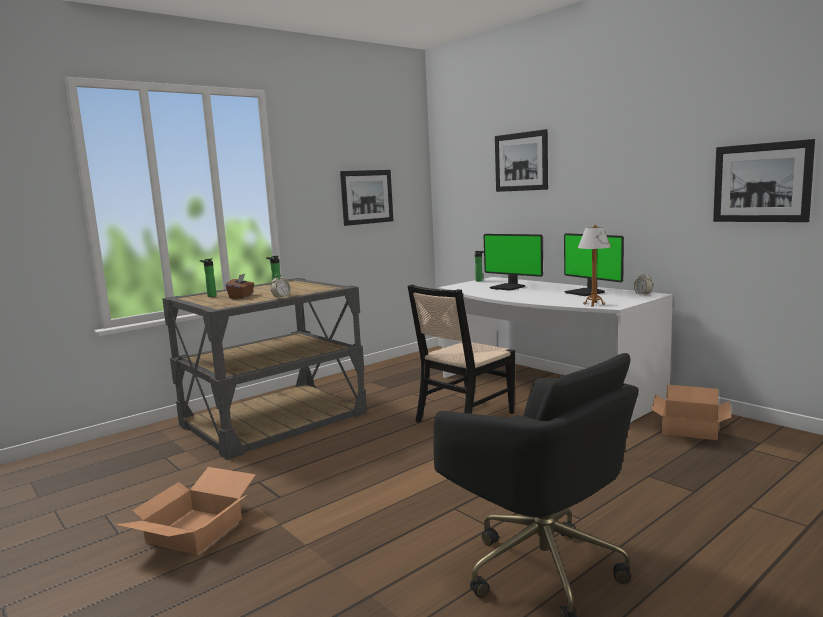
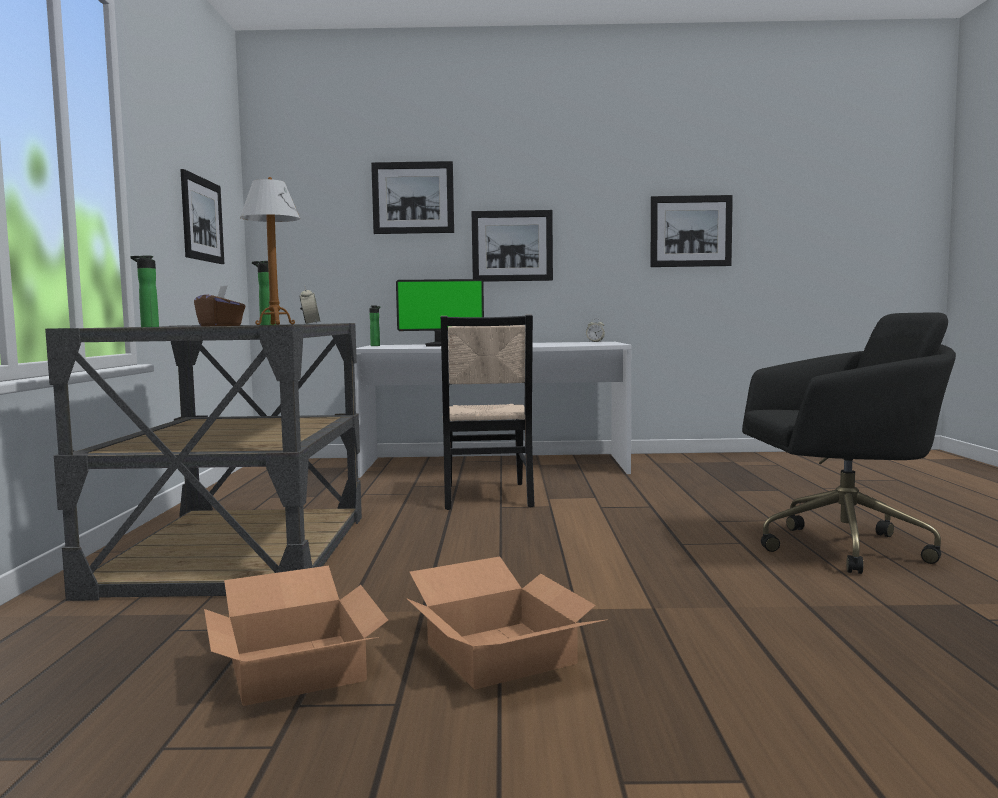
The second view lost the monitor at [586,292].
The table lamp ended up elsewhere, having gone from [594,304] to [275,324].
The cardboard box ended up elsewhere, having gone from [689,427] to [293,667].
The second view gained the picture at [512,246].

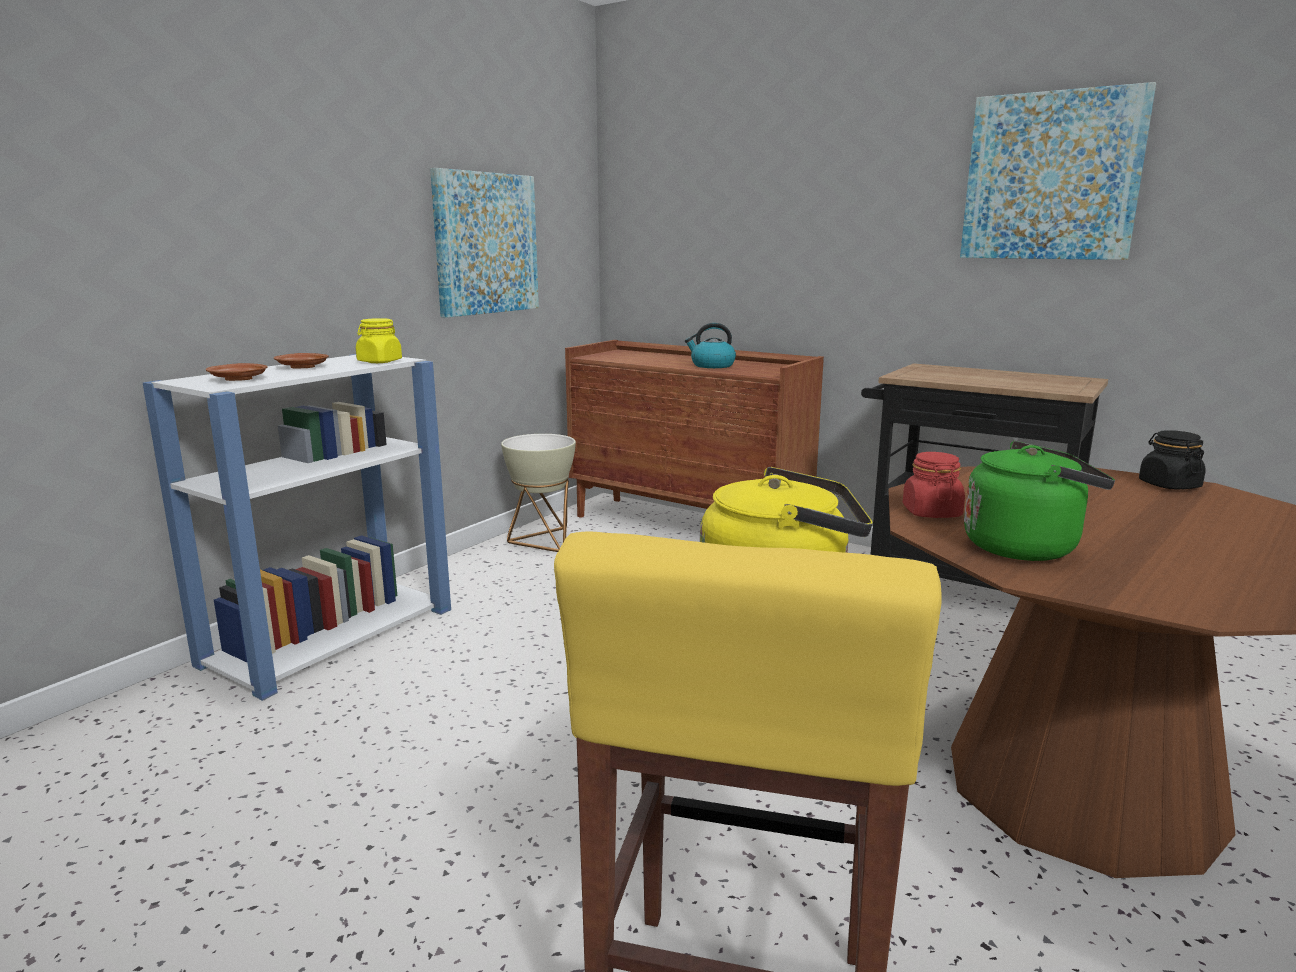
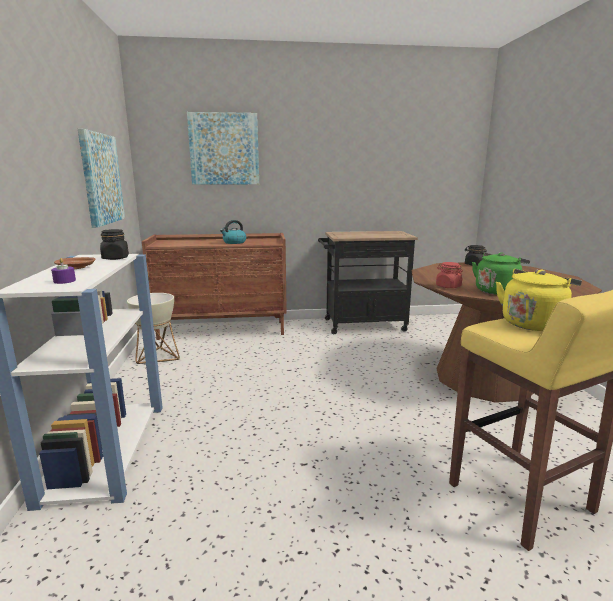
Where the brown plate stood at [238,379], the purple candle came to stand at [64,281].
What was the yellow jar at [379,361] turned into the black jar at [115,258].
The picture ended up elsewhere, having gone from [1051,177] to [224,149].

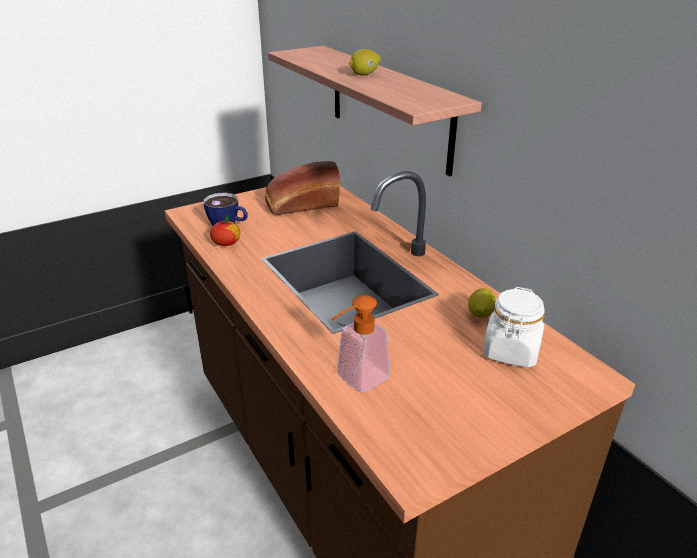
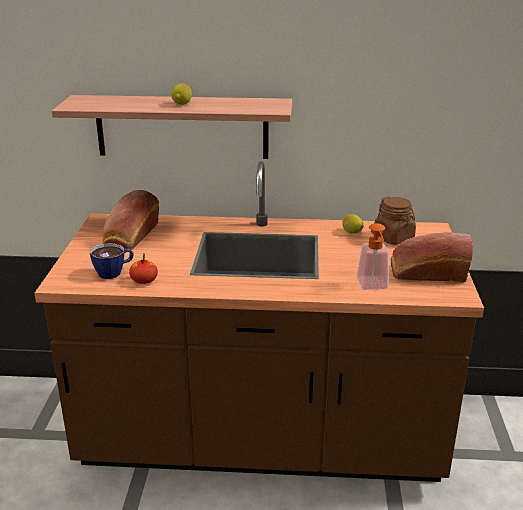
What was the white jar at [511,351] turned into the brown jar at [393,238].
The second view gained the bread at [426,273].

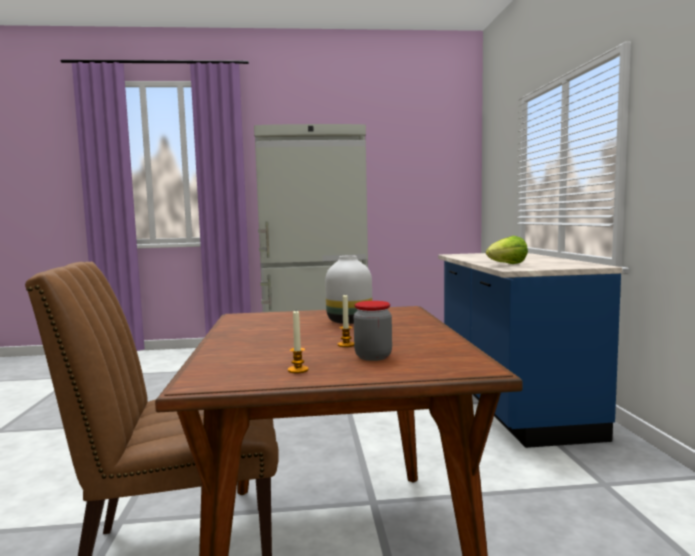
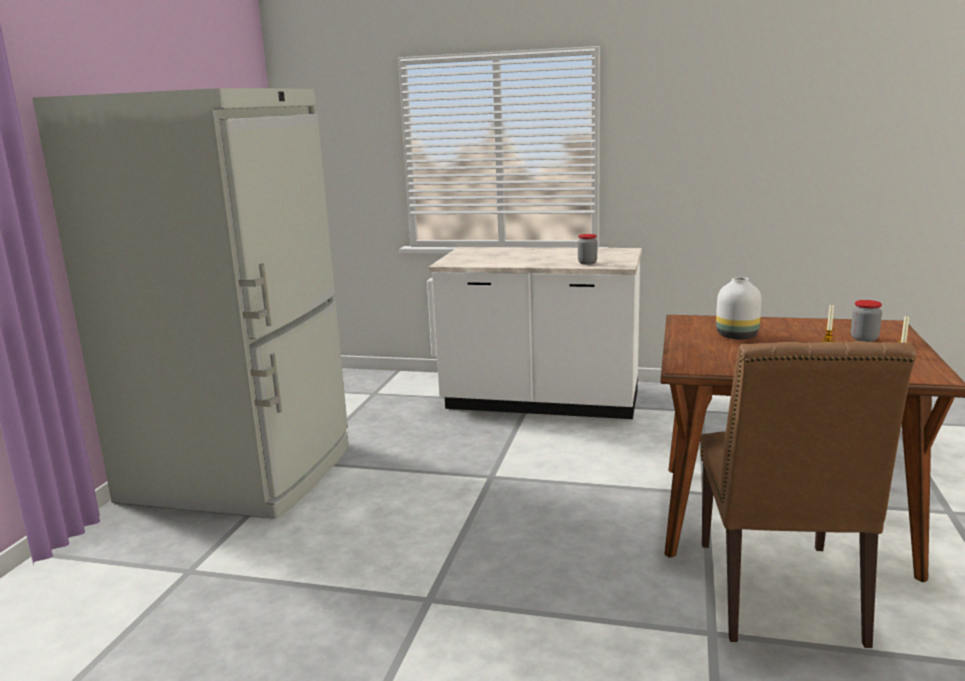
What was the blue counter at [511,405] turned into the white counter at [541,403].
Where the lettuce stood at [506,264], the jar came to stand at [587,263].

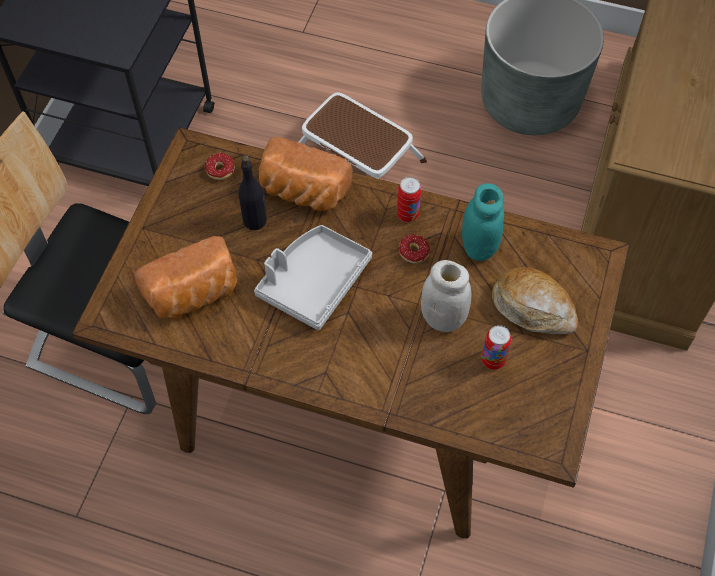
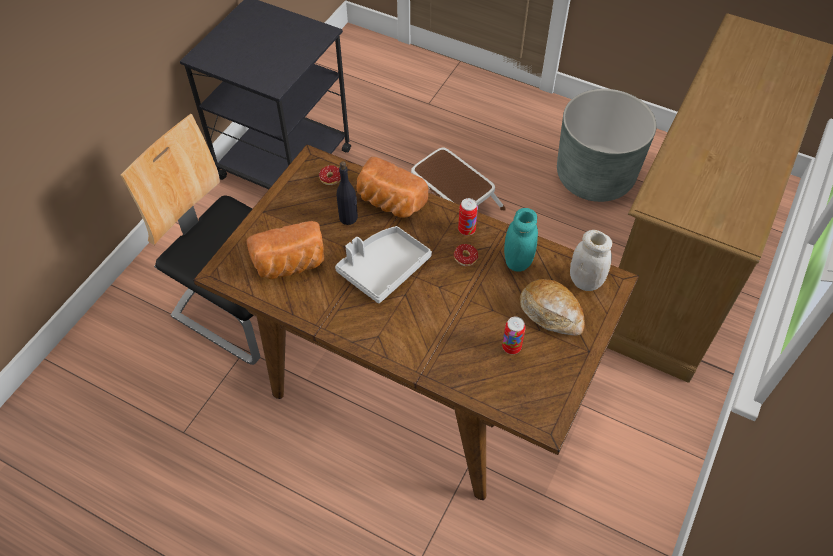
The white jar ended up elsewhere, having gone from [443,318] to [585,281].

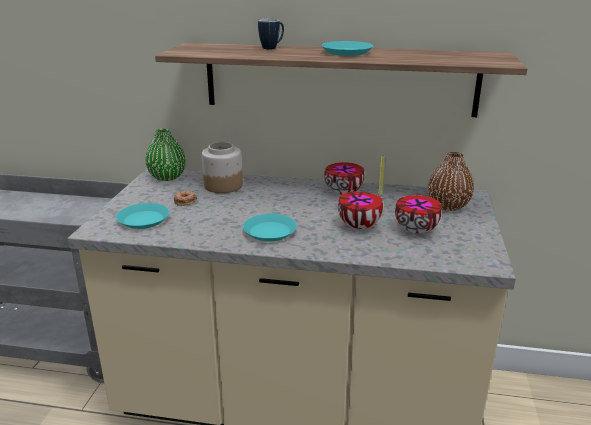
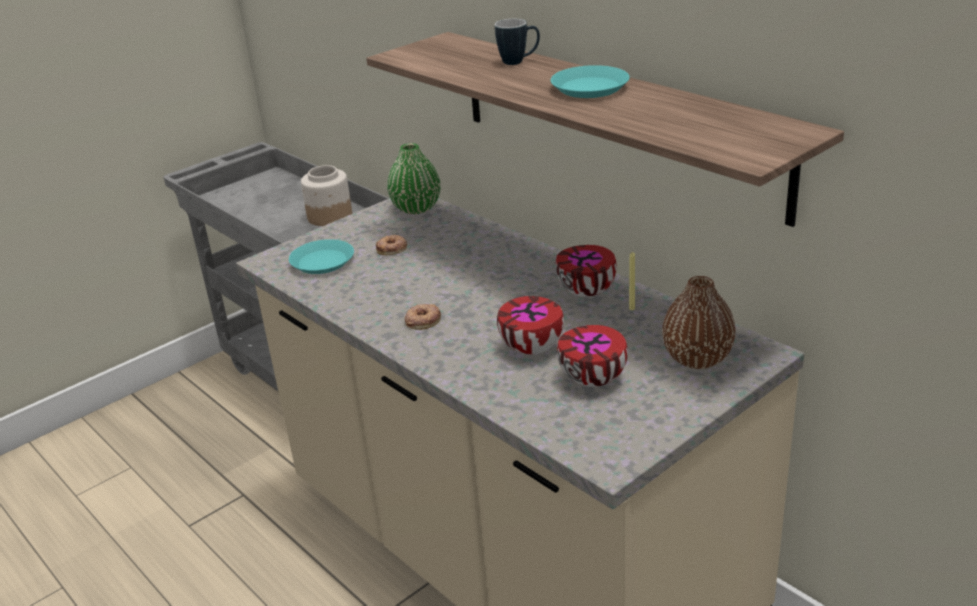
The jar ended up elsewhere, having gone from [223,186] to [329,216].
Where the turquoise plate stood at [270,231], the donut came to stand at [422,320].

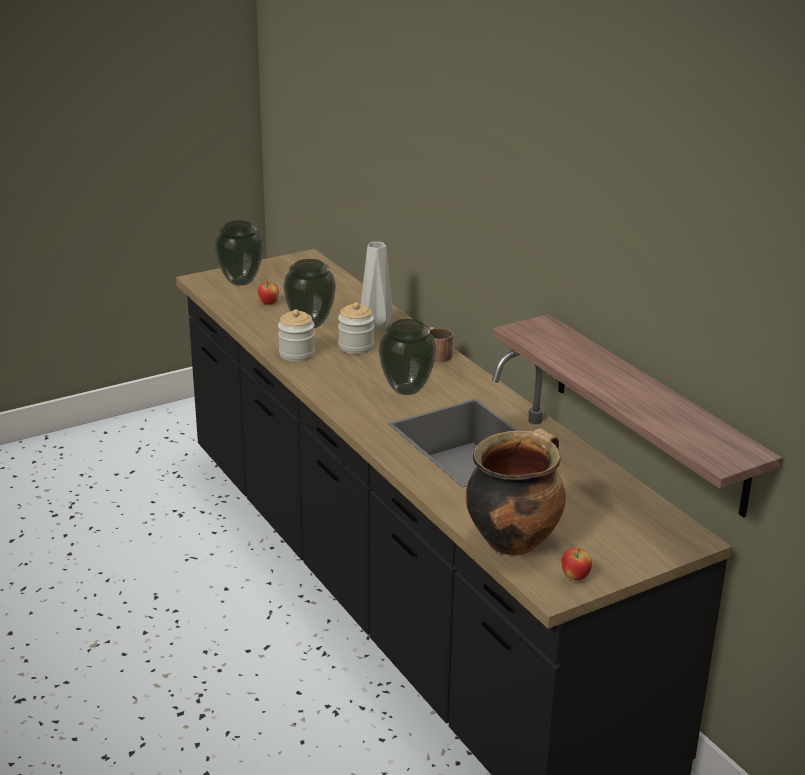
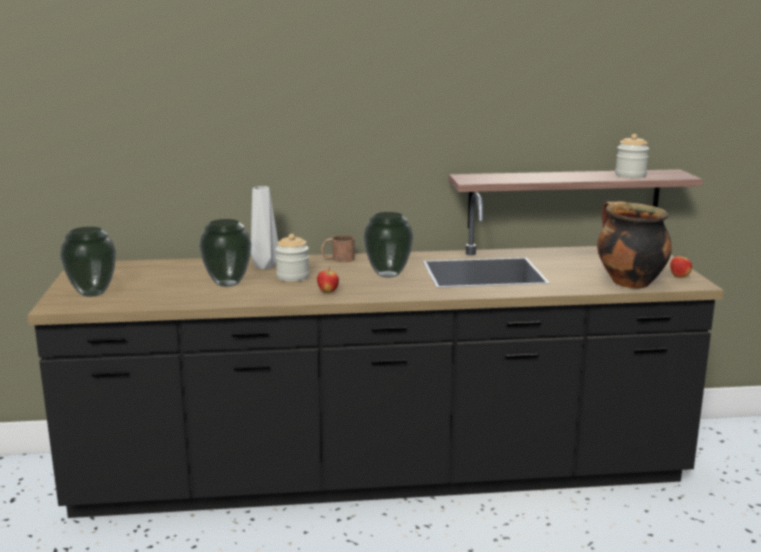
The apple ended up elsewhere, having gone from [268,303] to [328,292].
The jar ended up elsewhere, having gone from [297,354] to [630,175].

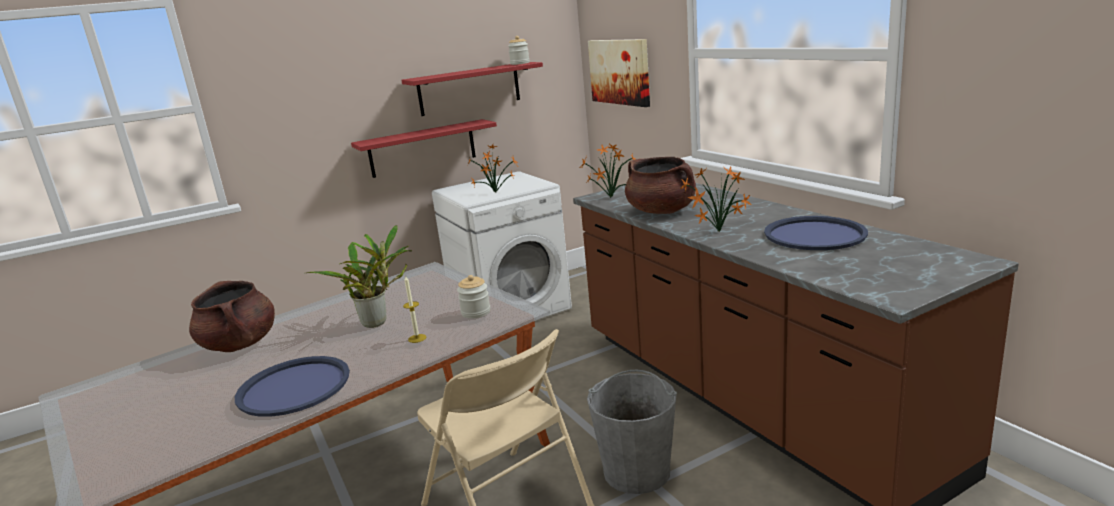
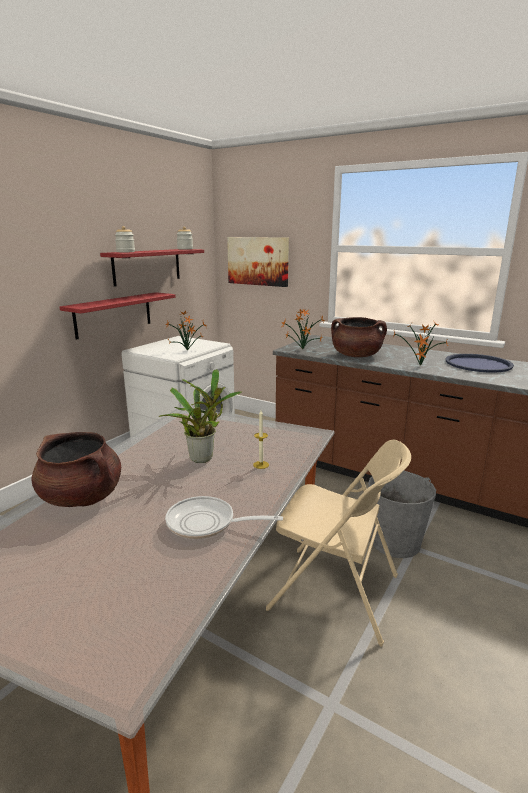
Where the blue tray stood at [294,387], the frying pan came to stand at [206,524].
The jar ended up elsewhere, having gone from [476,312] to [125,252].

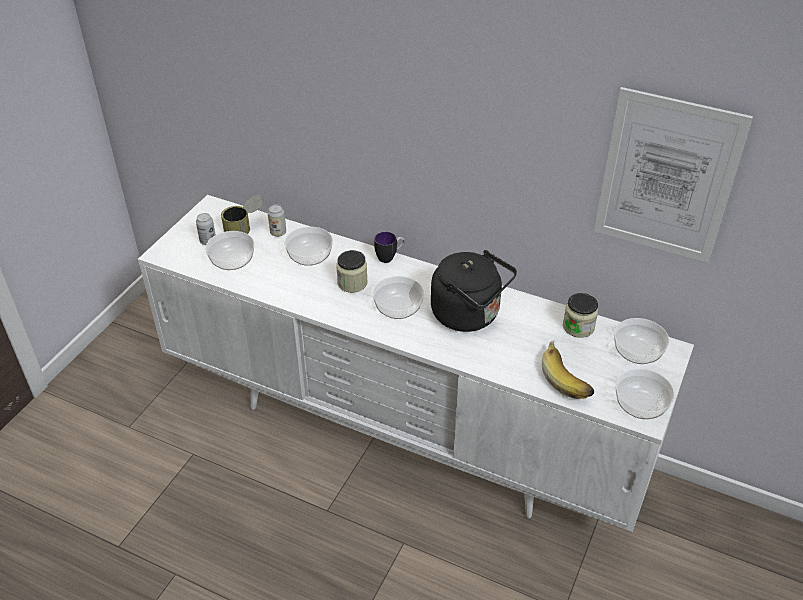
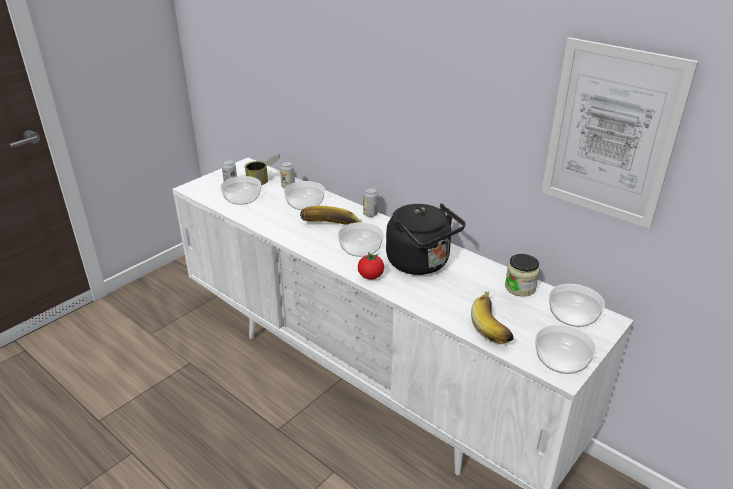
Where the jar stood at [352,283], the banana came to stand at [330,227].
Where the mug stood at [389,257], the can came to stand at [370,214].
The second view gained the tomato at [370,276].

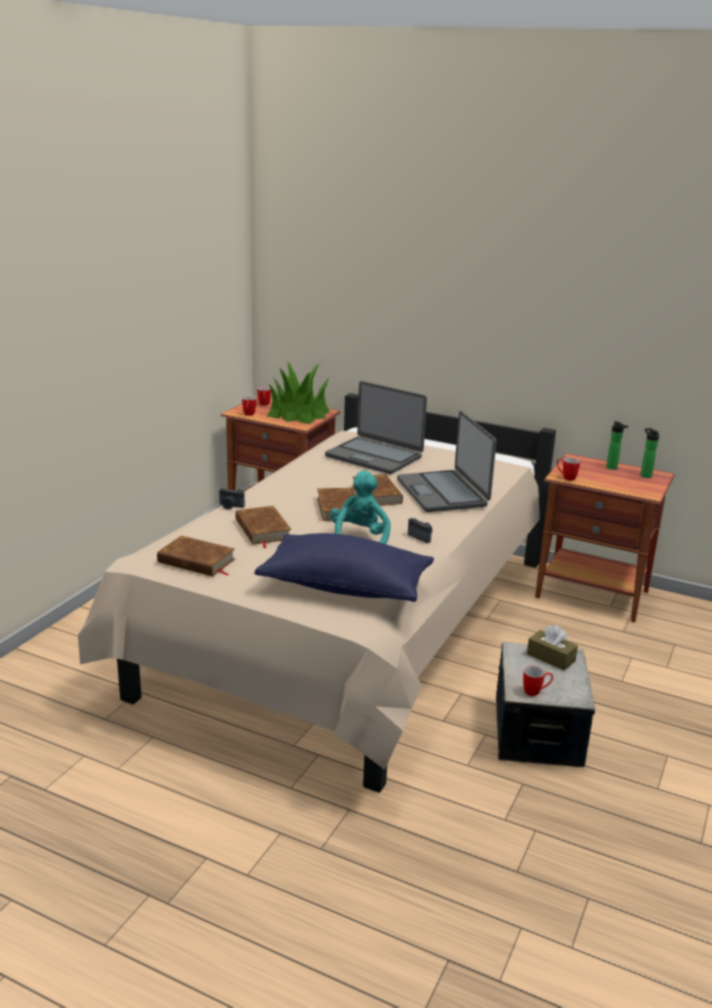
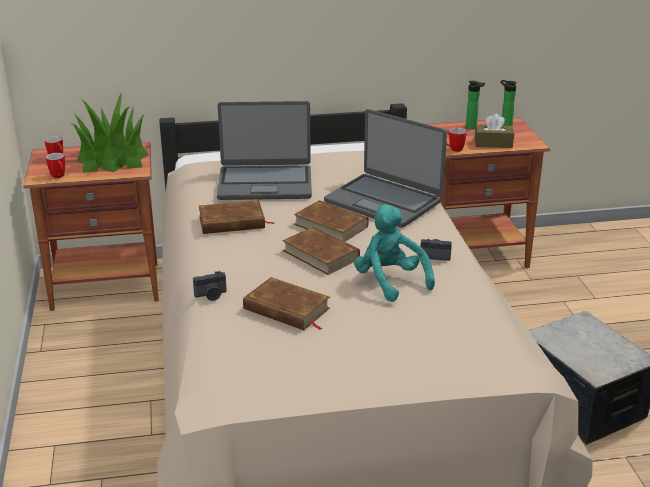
The brown book ended up elsewhere, having gone from [196,561] to [232,222].
The second view lost the blue pillow at [345,587].
The second view lost the mug at [536,692].
The brown tissue box ended up elsewhere, having gone from [551,657] to [493,143].

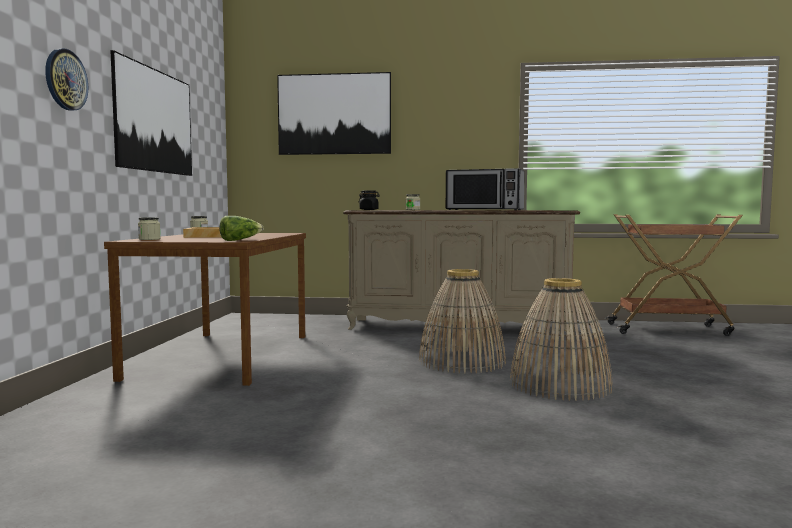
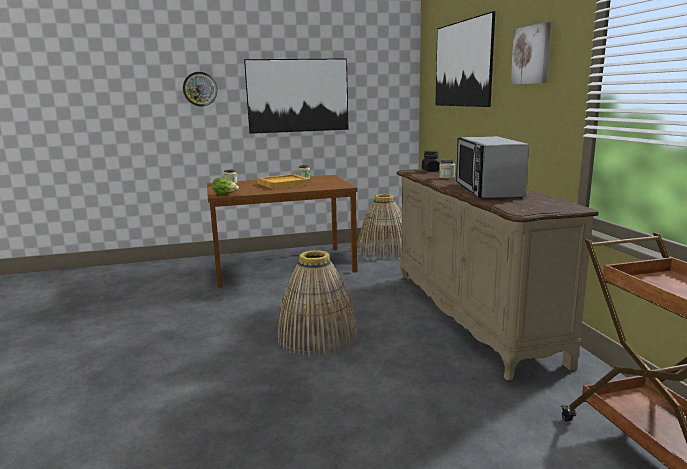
The basket ended up elsewhere, having gone from [559,385] to [384,251].
The second view gained the picture at [531,55].

